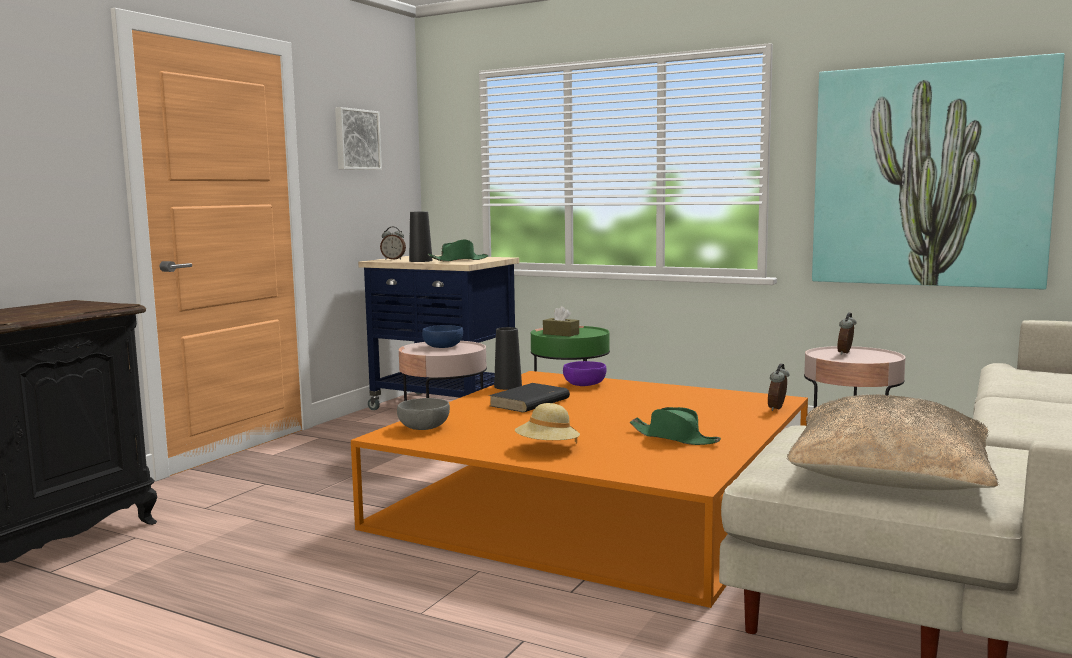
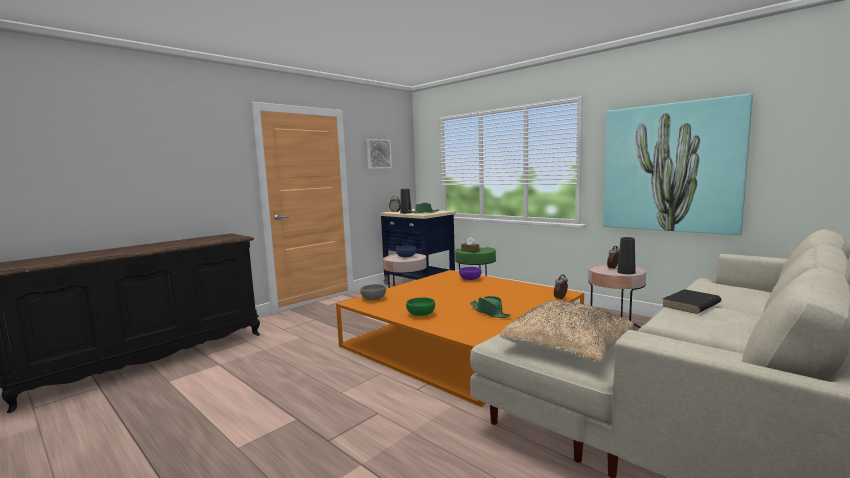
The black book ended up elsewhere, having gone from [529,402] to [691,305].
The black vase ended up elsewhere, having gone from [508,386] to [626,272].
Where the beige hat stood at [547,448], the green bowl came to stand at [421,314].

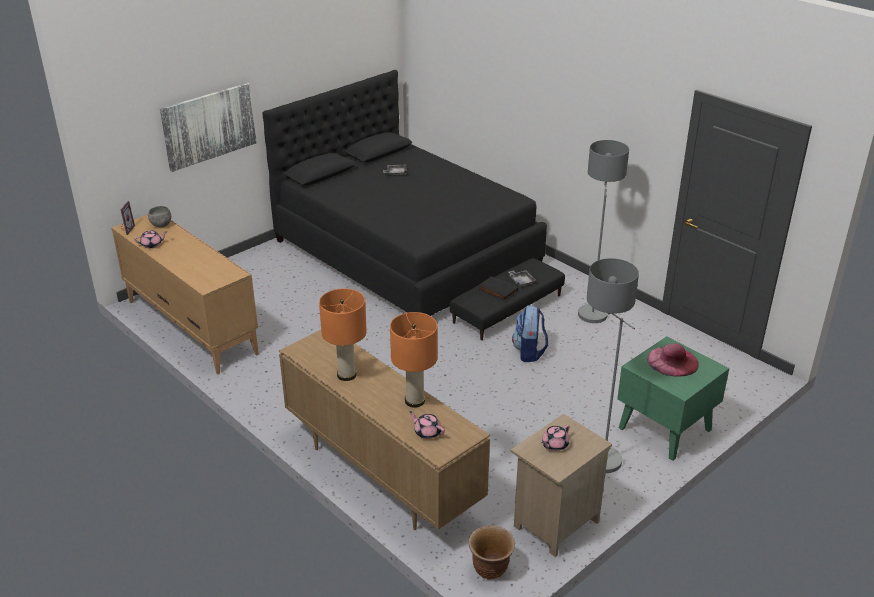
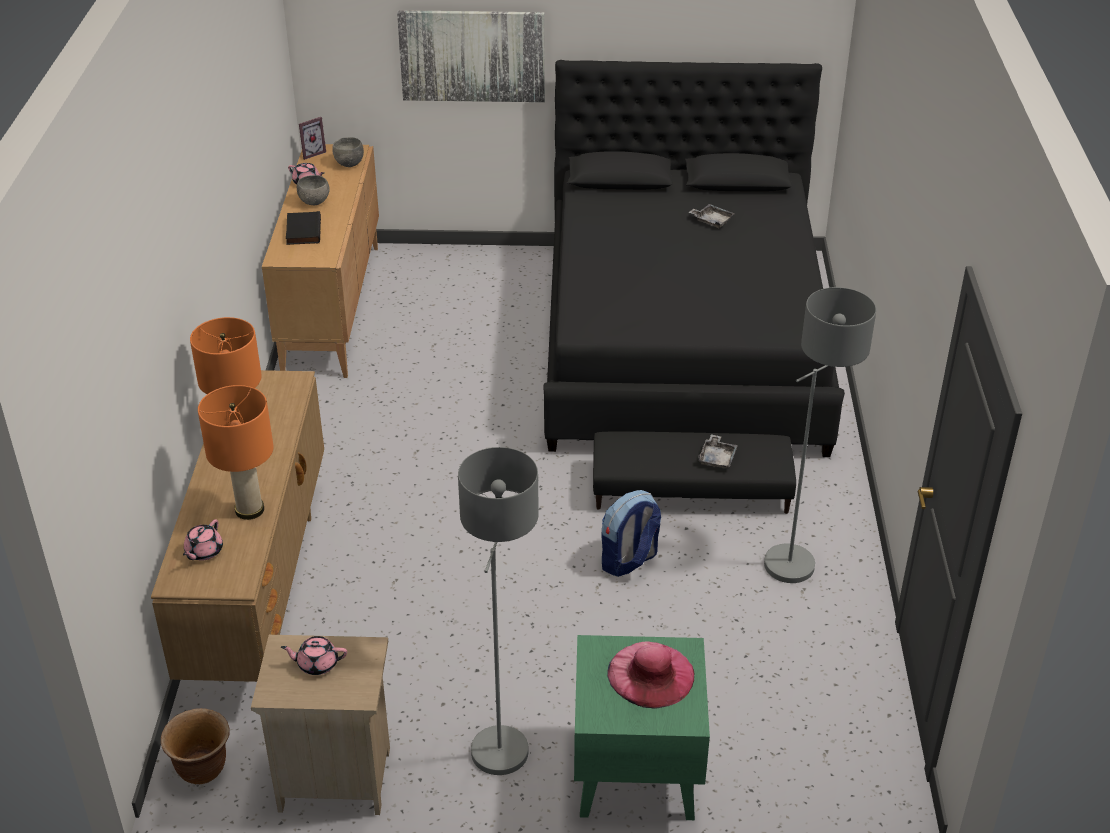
The pink teapot at [427,432] ended up facing another way, 150 degrees counterclockwise from before.
The black book ended up elsewhere, having gone from [497,291] to [302,231].
The second view gained the grey bowl at [315,202].

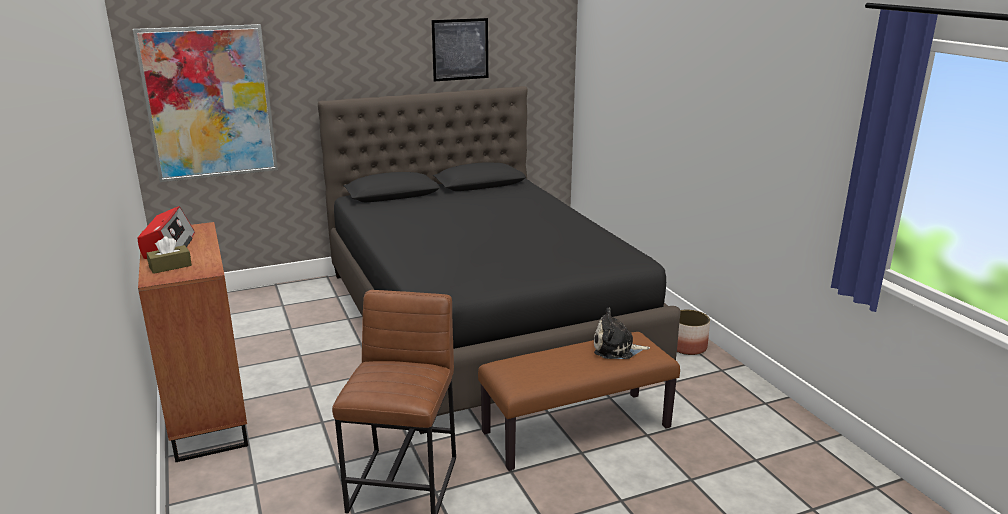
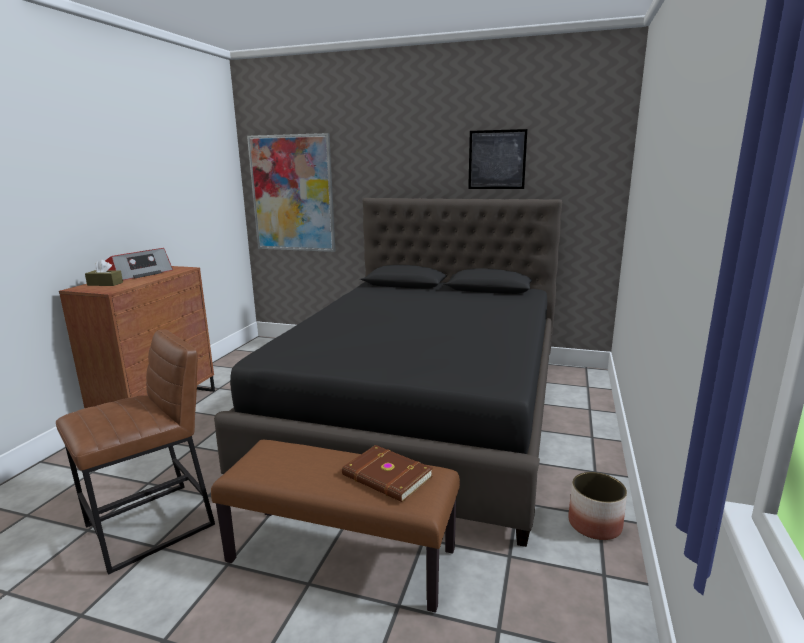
Where the plush toy stood at [616,349], the brown book came to stand at [386,477].

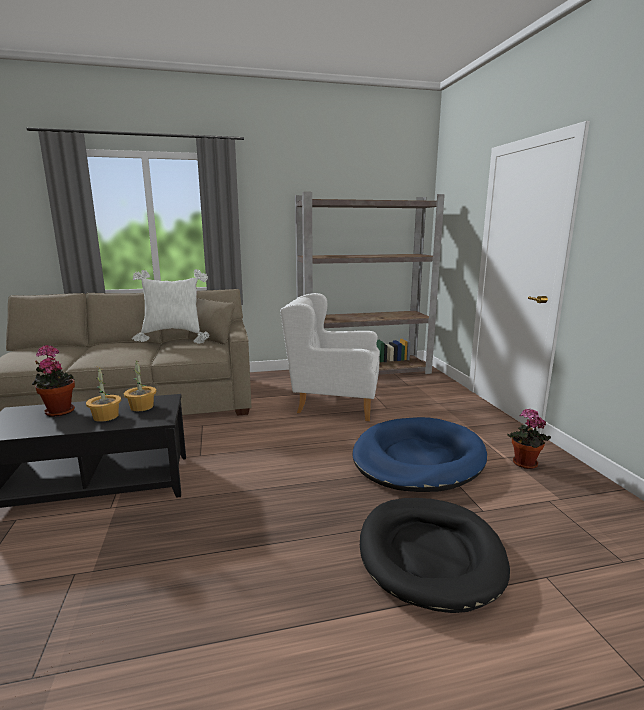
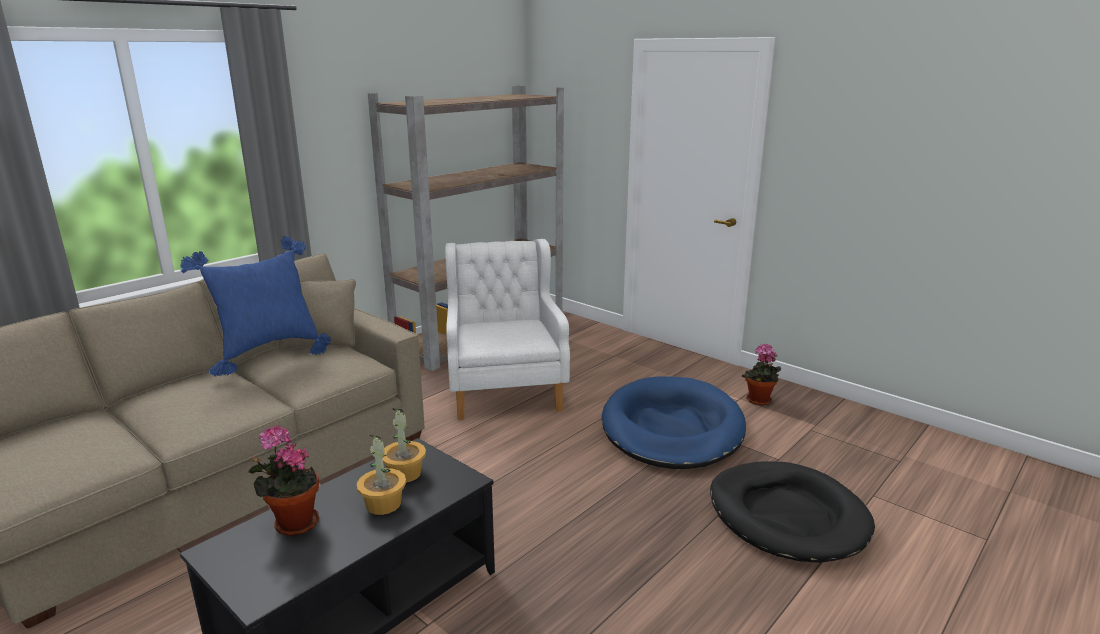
What was the white pillow at [174,341] turned into the blue pillow at [268,360].
The white armchair at [333,403] ended up facing another way, 105 degrees clockwise from before.

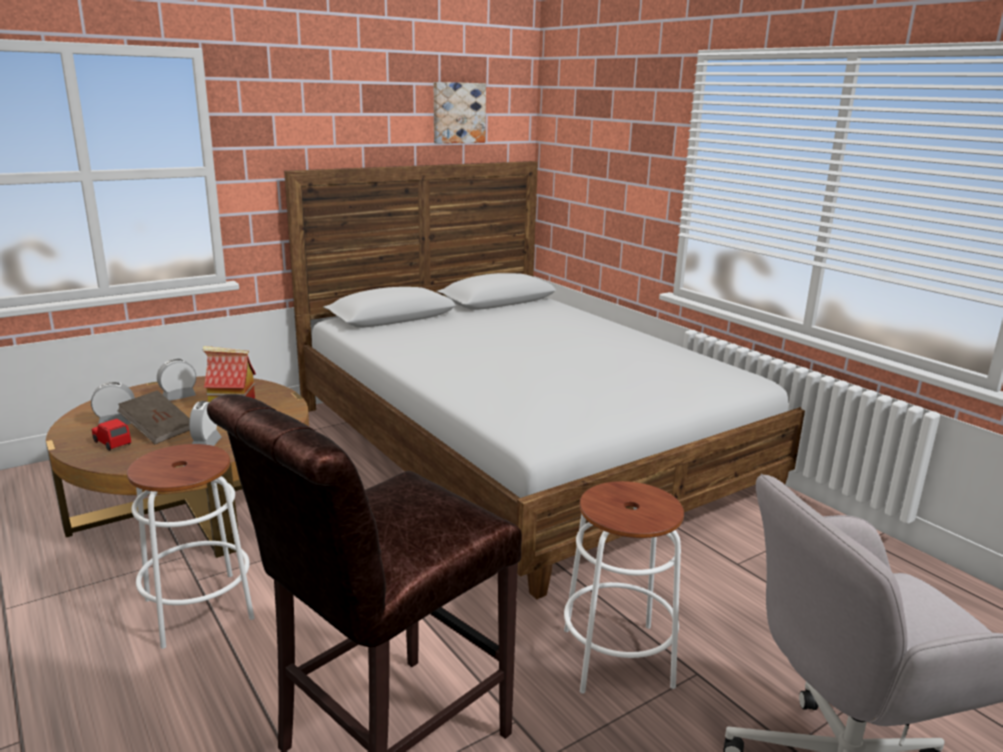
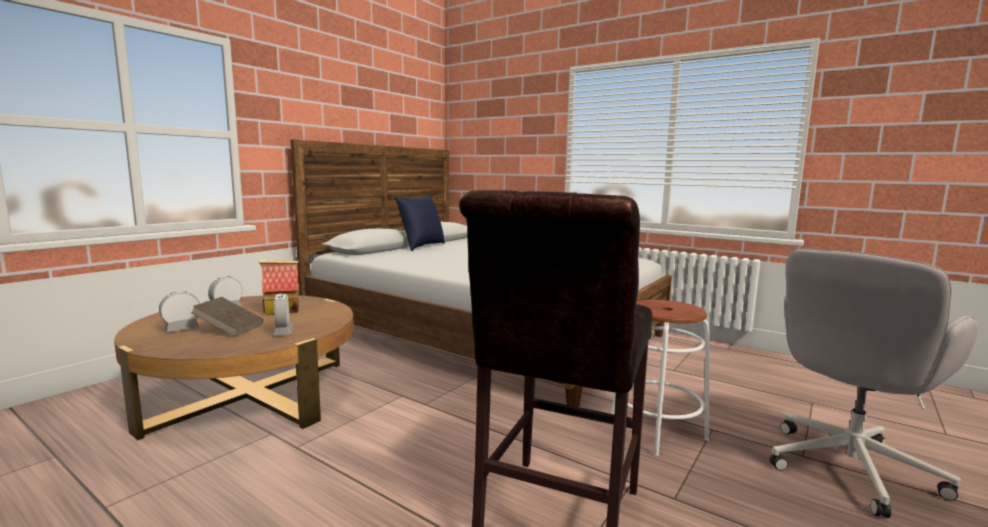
The second view lost the red toy car at [112,443].
The second view lost the white stool at [199,609].
The second view lost the picture at [458,113].
The second view gained the blue pillow at [421,246].

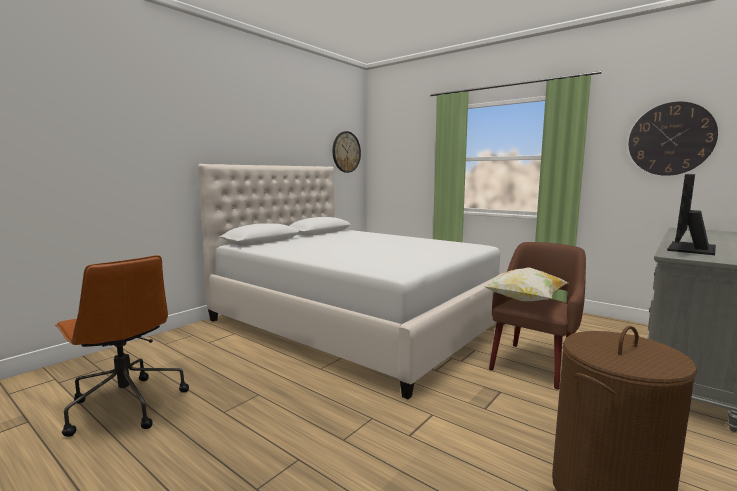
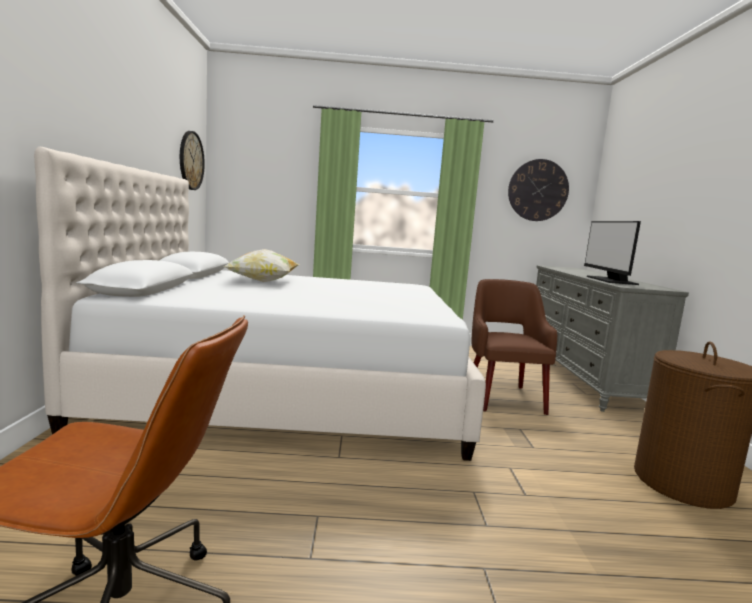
The pillow ended up elsewhere, having gone from [524,300] to [263,281].

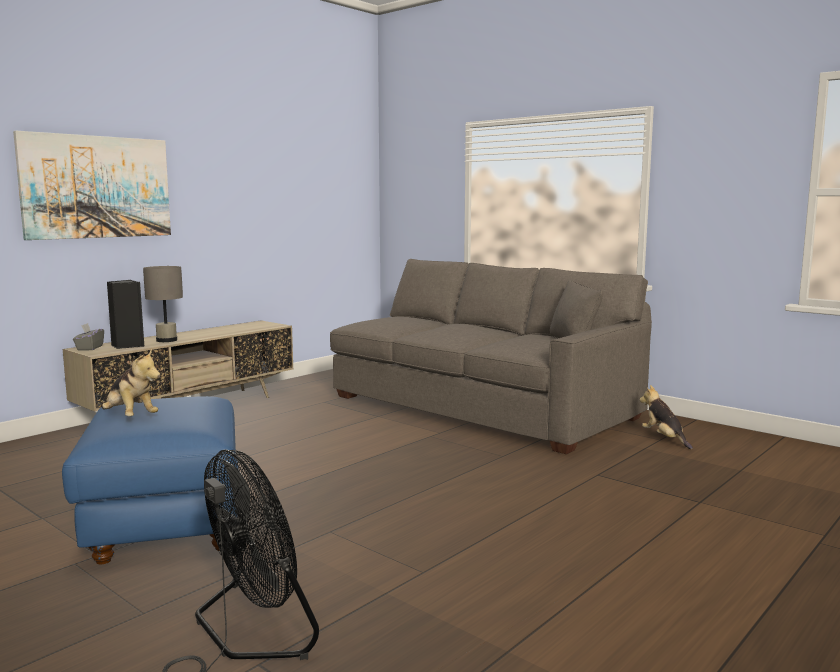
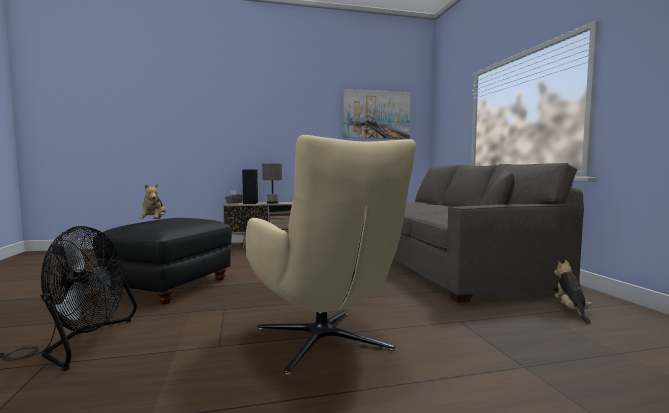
The picture ended up elsewhere, having gone from [97,187] to [376,114].
What was the blue ottoman at [165,523] turned into the black ottoman at [171,286].
The second view gained the beige armchair at [323,340].

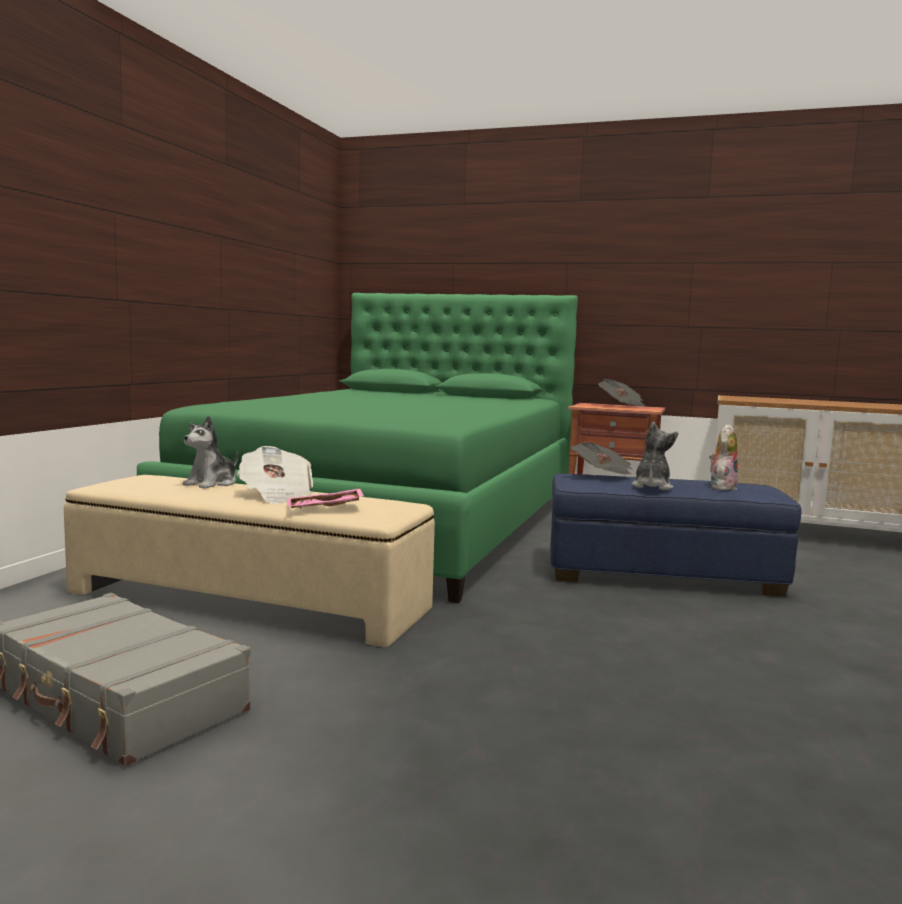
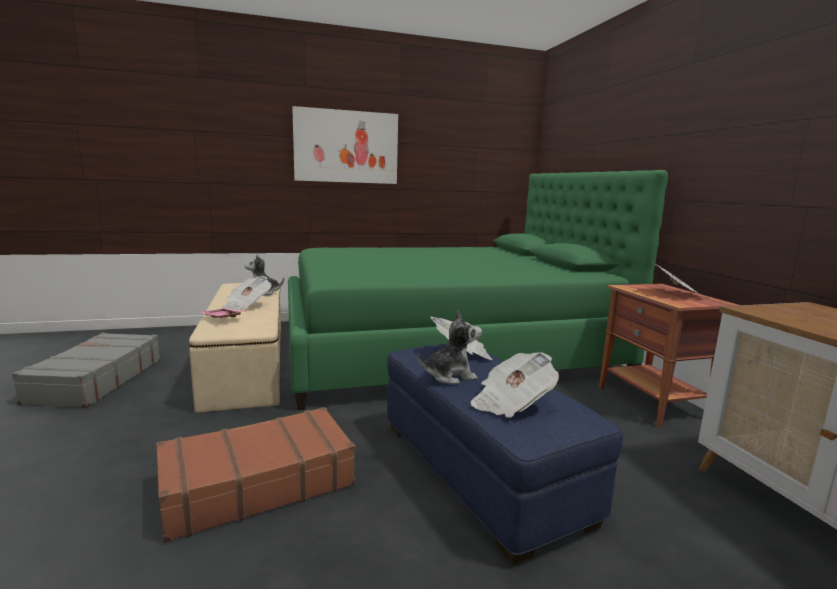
Where the plush toy stood at [721,487], the newspaper came to stand at [511,403].
The second view gained the brown suitcase at [257,484].
The second view gained the picture at [346,147].

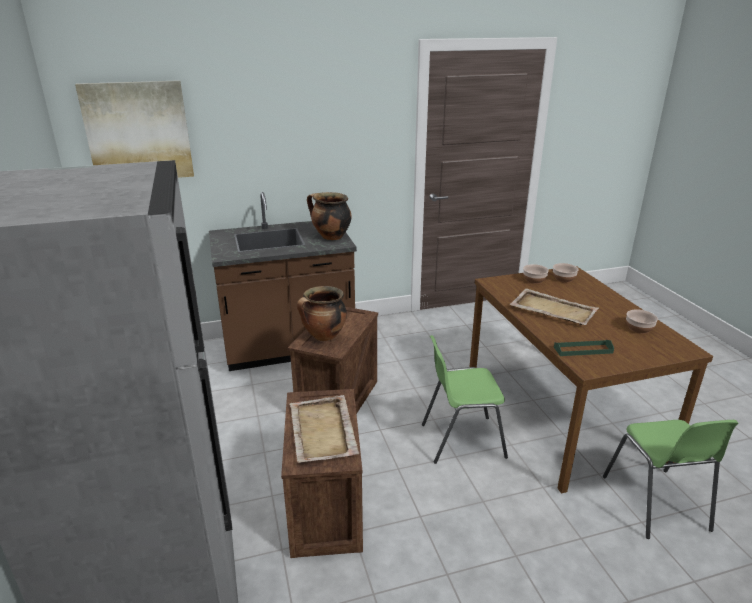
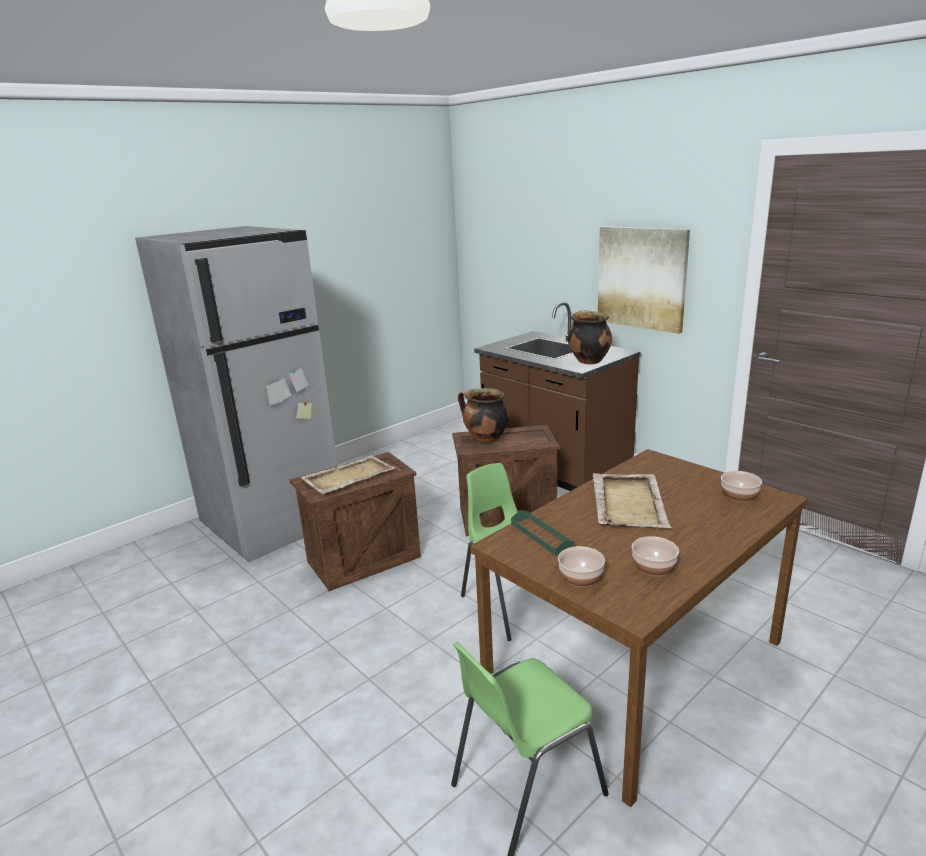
The picture ended up elsewhere, having gone from [138,132] to [642,278].
The bowl ended up elsewhere, having gone from [534,280] to [581,578].

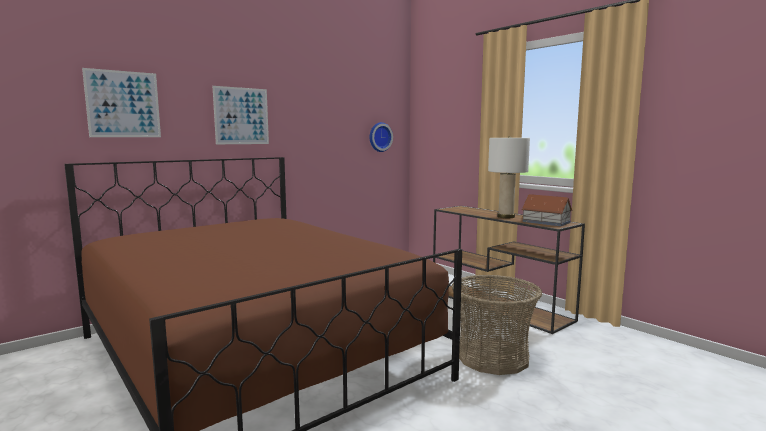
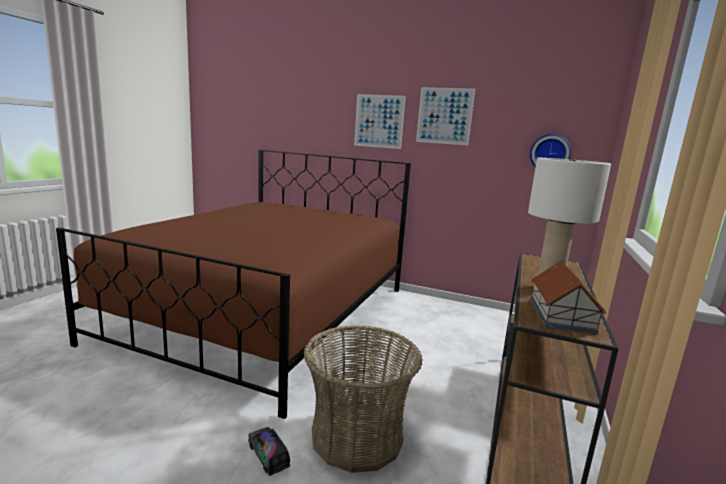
The picture ended up elsewhere, having gone from [123,104] to [444,116].
The second view gained the toy truck at [268,456].

